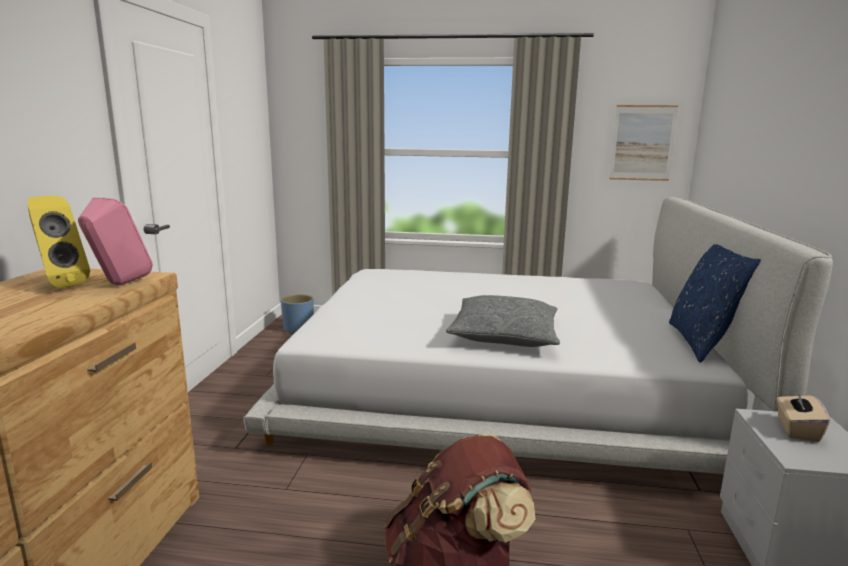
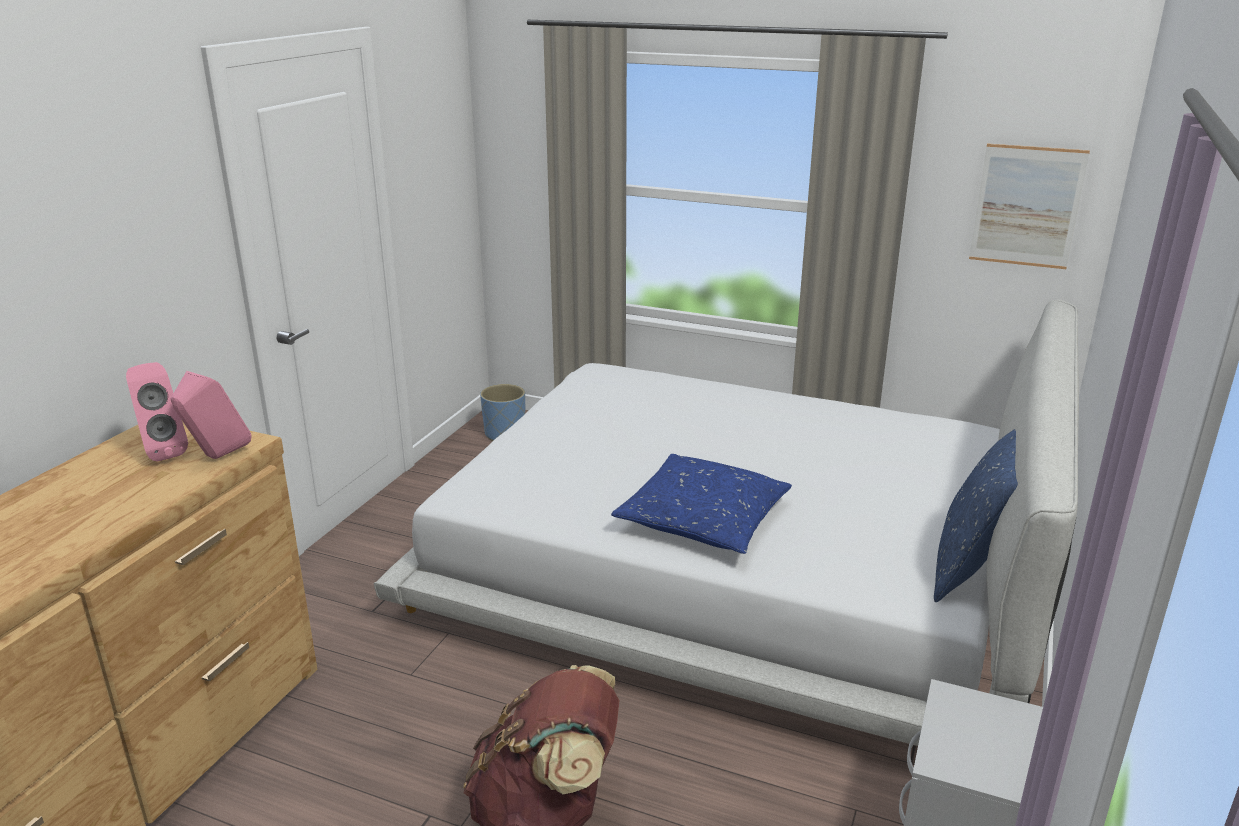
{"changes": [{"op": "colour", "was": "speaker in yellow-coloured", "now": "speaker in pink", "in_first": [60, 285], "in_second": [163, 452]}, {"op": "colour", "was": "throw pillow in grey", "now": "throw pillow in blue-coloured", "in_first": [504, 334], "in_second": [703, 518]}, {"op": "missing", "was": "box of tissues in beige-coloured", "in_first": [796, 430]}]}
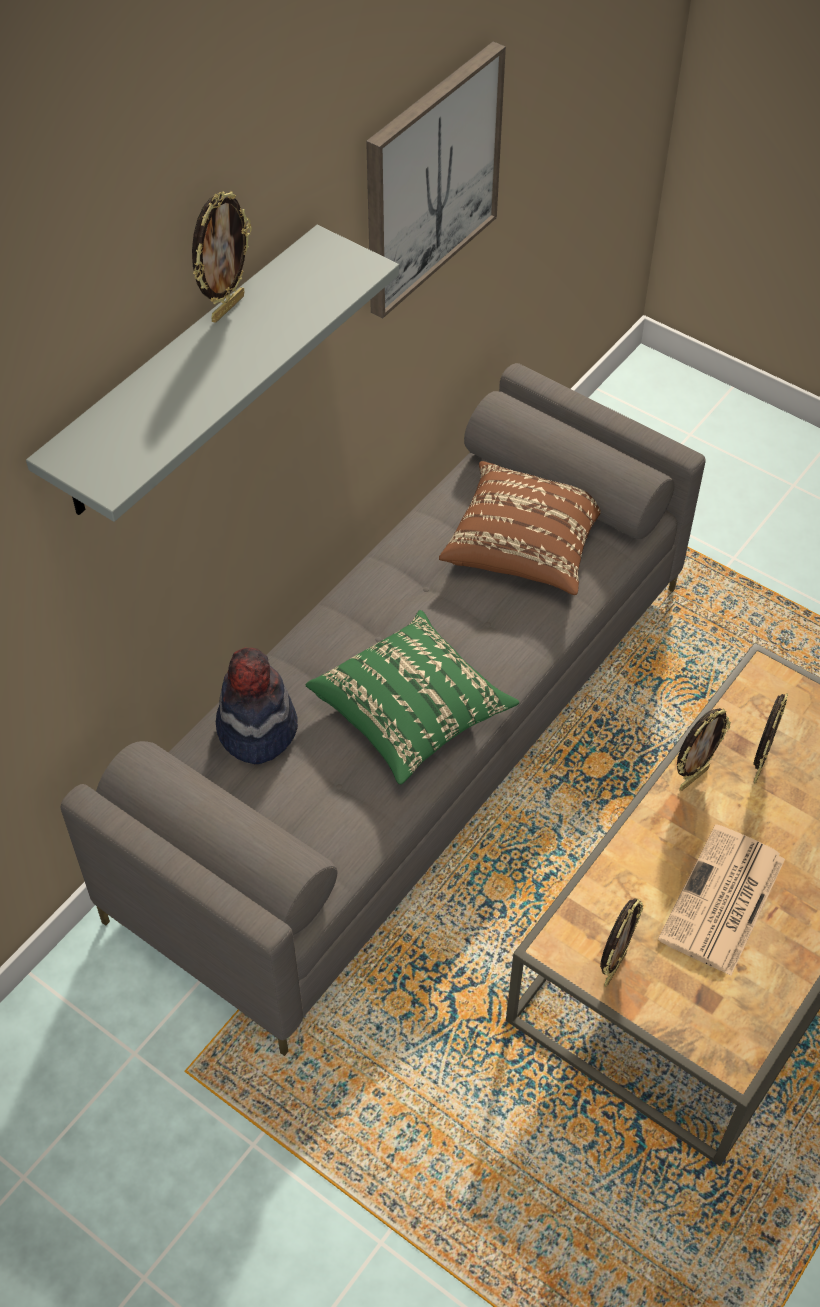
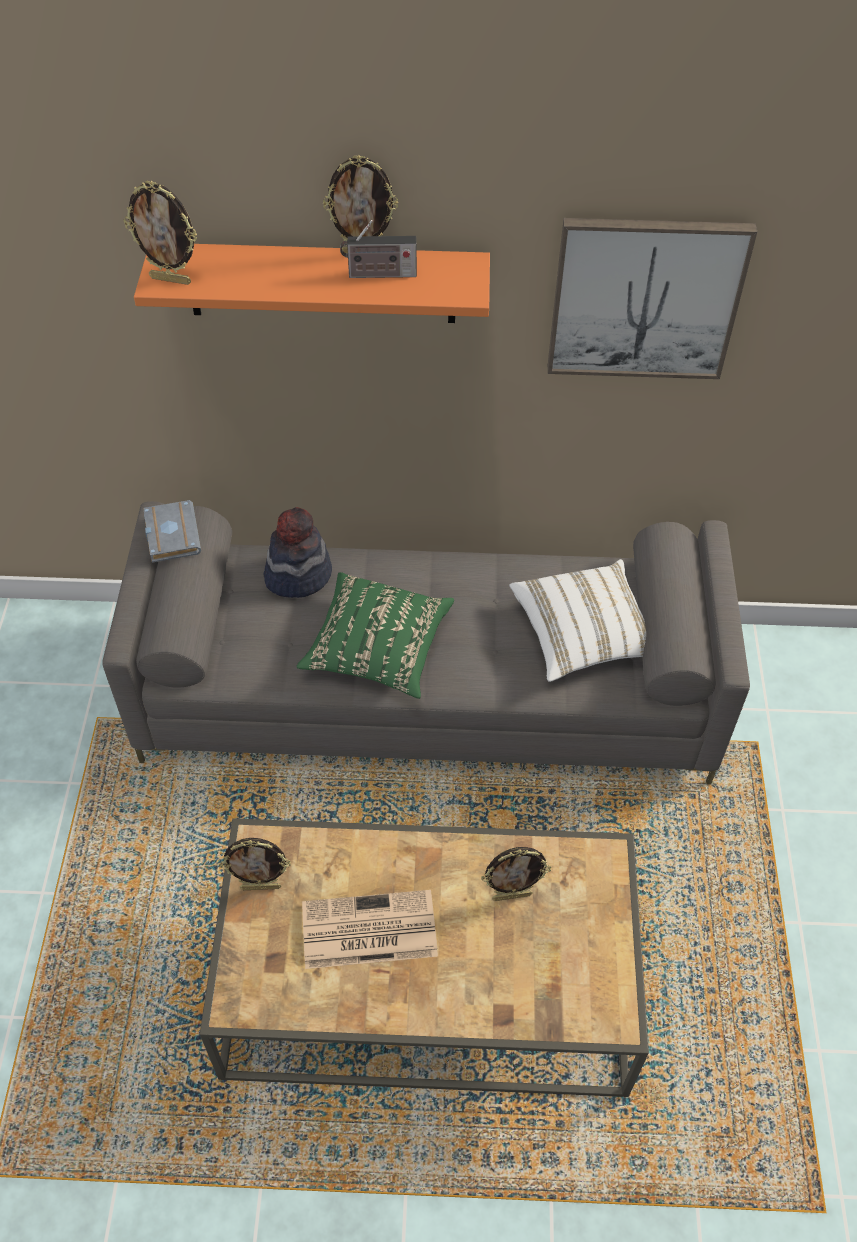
{"changes": [{"op": "relocated", "was": "standing frame", "in_first": [693, 777], "in_second": [171, 279]}, {"op": "colour", "was": "bracket shelf in grey", "now": "bracket shelf in orangey", "in_first": [186, 375], "in_second": [321, 283]}, {"op": "appeared", "now": "bound book in grey", "in_second": [170, 534]}, {"op": "appeared", "now": "radio receiver", "in_second": [379, 274]}, {"op": "colour", "was": "throw pillow in brown", "now": "throw pillow in whitish", "in_first": [525, 546], "in_second": [584, 634]}]}
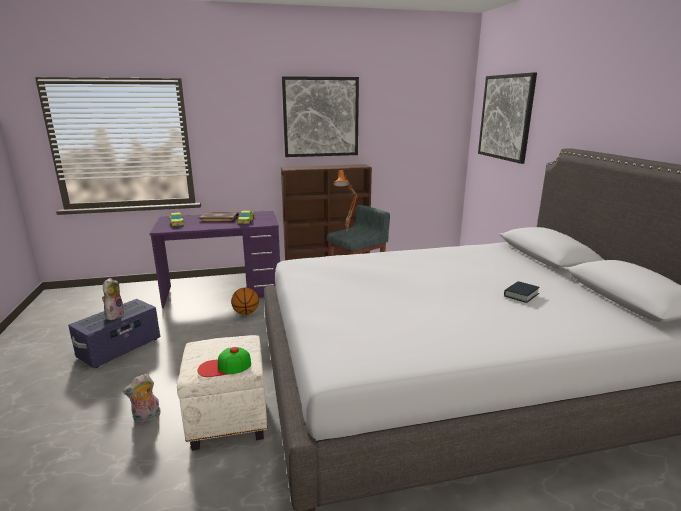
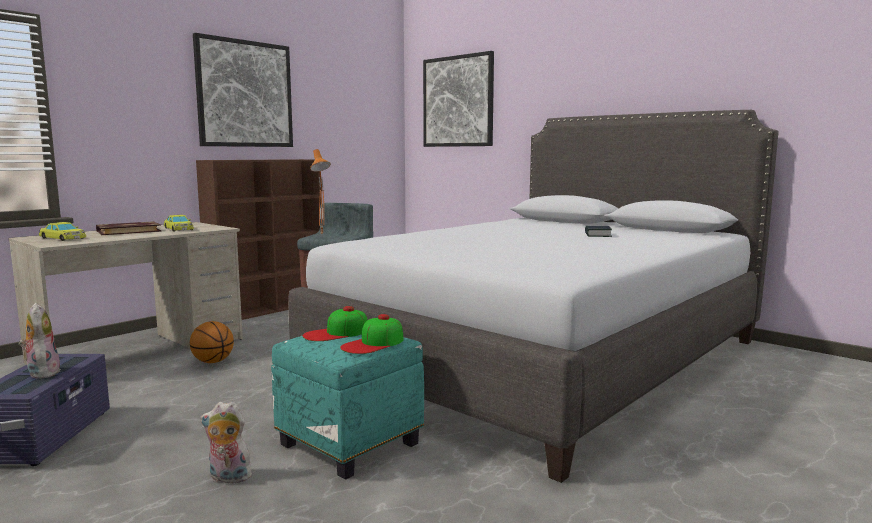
{"changes": [{"op": "colour", "was": "desk unit in purplish", "now": "desk unit in beige-coloured", "in_first": [224, 292], "in_second": [140, 351]}, {"op": "spun", "was": "plush toy", "in_first": [146, 418], "in_second": [228, 478], "clockwise": 75}, {"op": "colour", "was": "ottoman in whitish", "now": "ottoman in turquoise-coloured", "in_first": [229, 420], "in_second": [351, 444]}, {"op": "appeared", "now": "baseball cap", "in_second": [336, 333]}]}
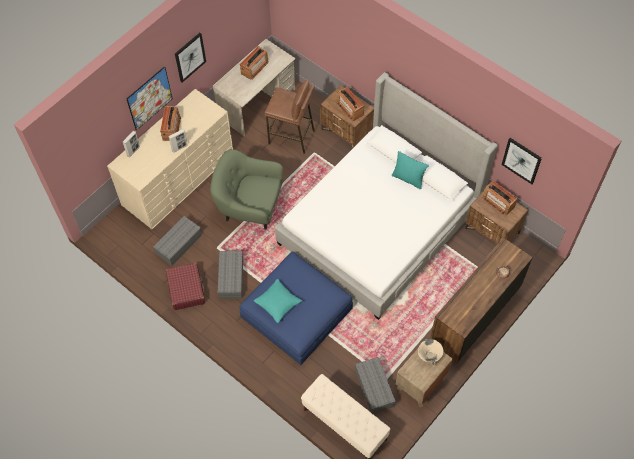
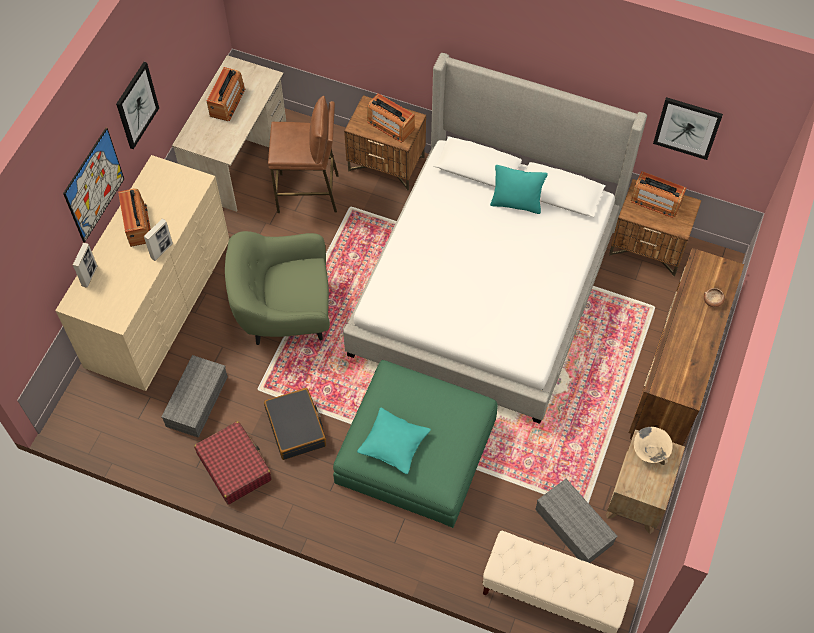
{"changes": [{"op": "exchanged", "was": "storage container in grey", "now": "suitcase in black", "in_first": [230, 277], "in_second": [296, 428]}, {"op": "colour", "was": "ottoman in blue-coloured", "now": "ottoman in green-coloured", "in_first": [296, 313], "in_second": [416, 451]}]}
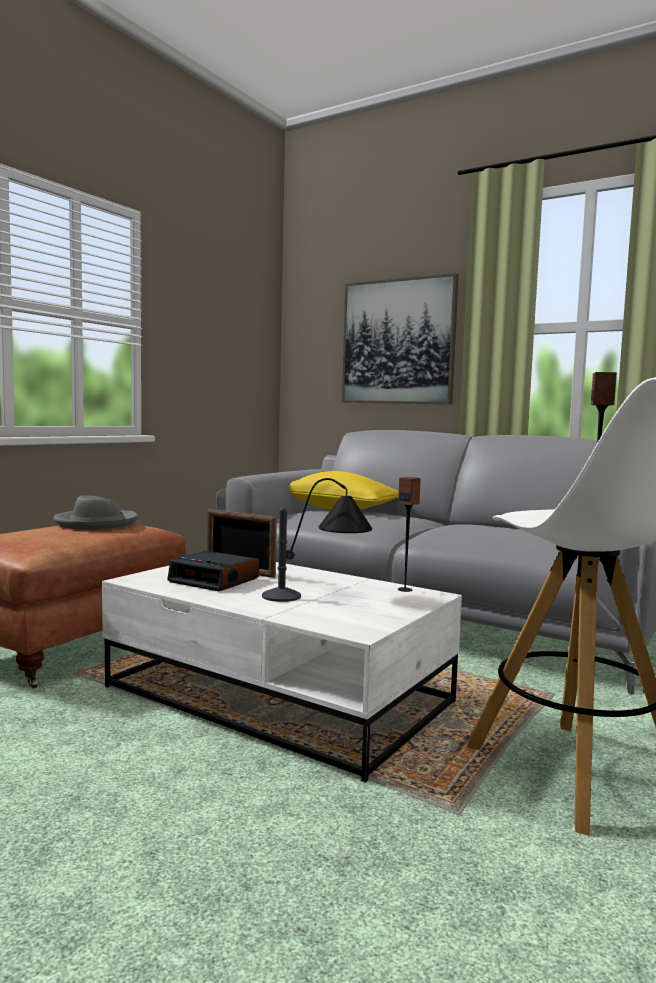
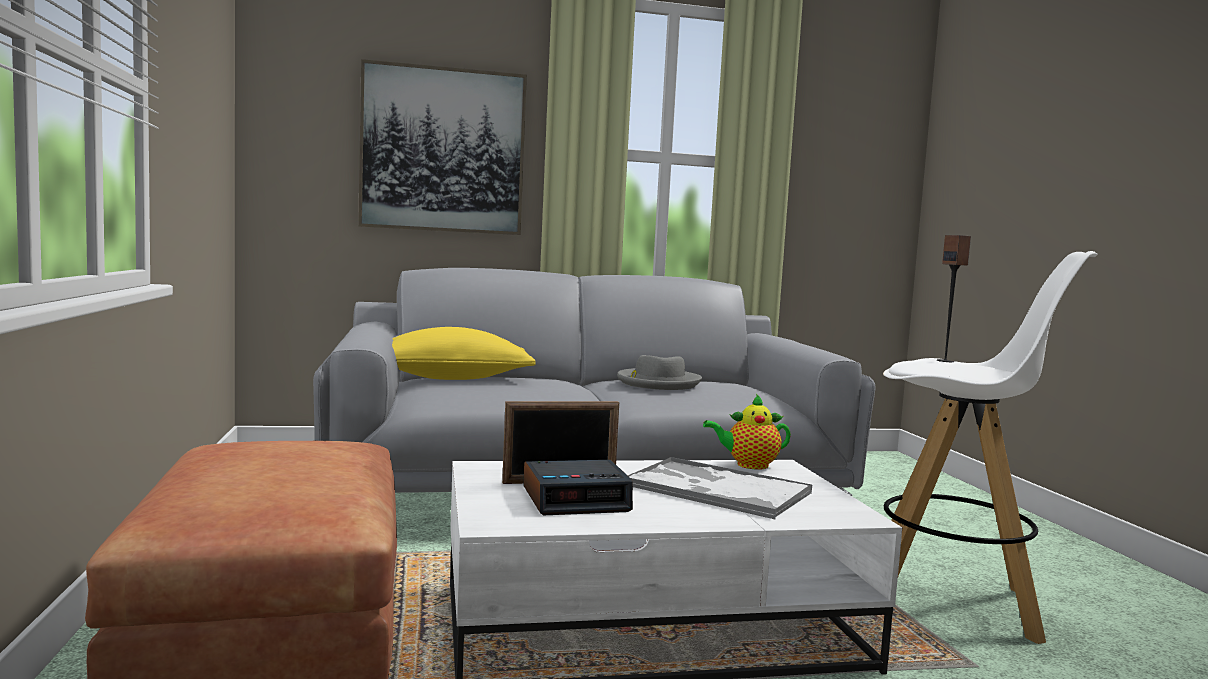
{"changes": [{"op": "relocated", "was": "hat in grey", "in_first": [96, 523], "in_second": [658, 383]}, {"op": "exchanged", "was": "lamp for a table", "now": "tray", "in_first": [320, 595], "in_second": [715, 489]}, {"op": "exchanged", "was": "speaker", "now": "pot for tea", "in_first": [405, 589], "in_second": [748, 465]}]}
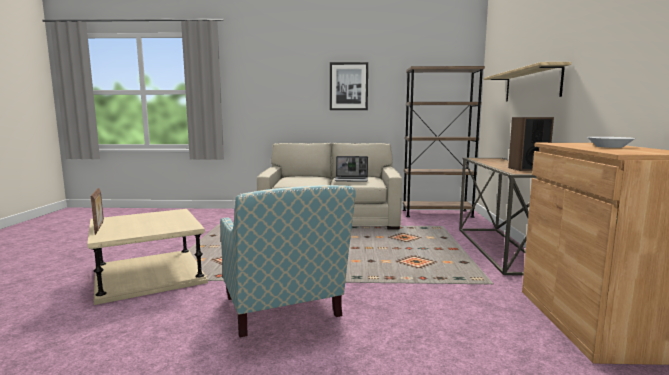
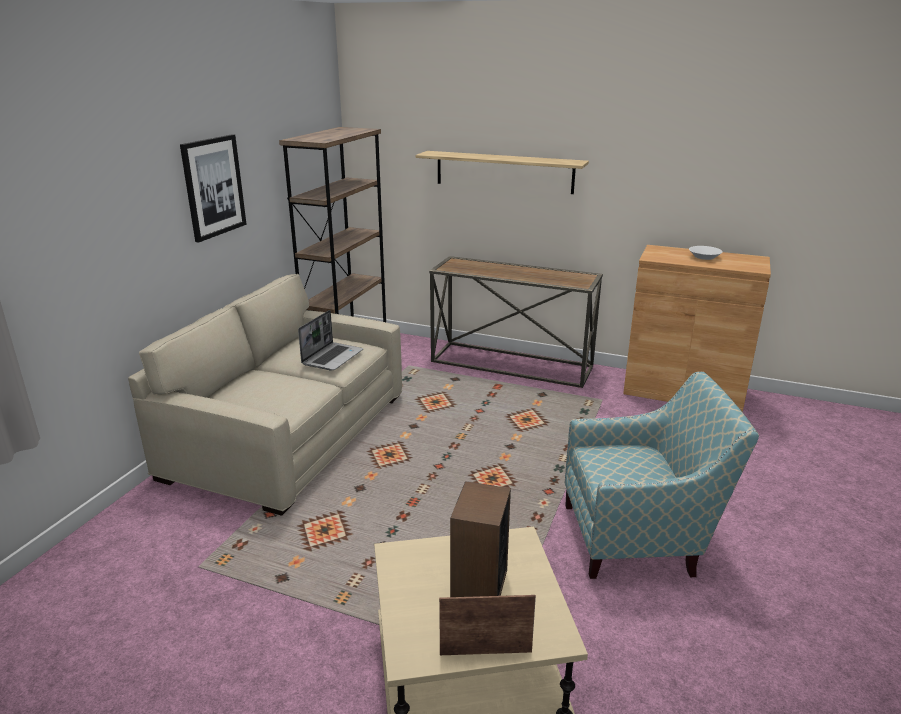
{"changes": [{"op": "relocated", "was": "speaker", "in_first": [527, 169], "in_second": [478, 586]}]}
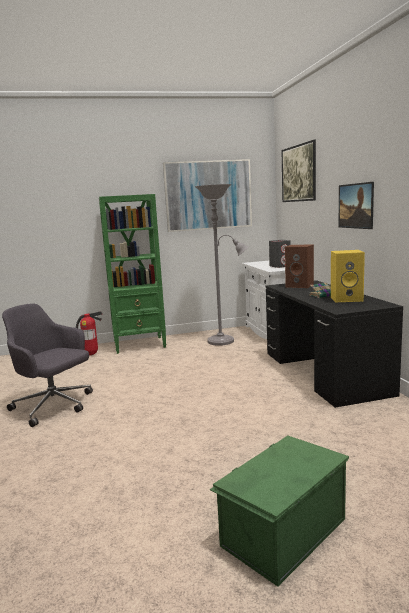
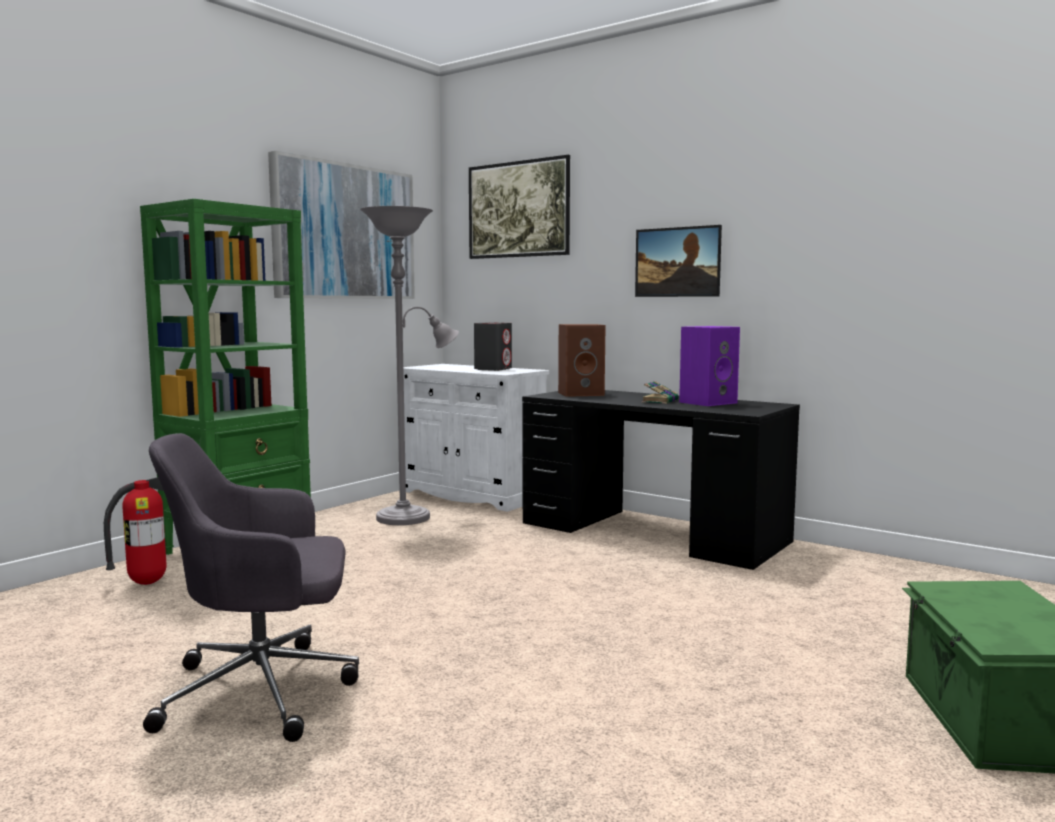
{"changes": [{"op": "colour", "was": "speaker in yellow-coloured", "now": "speaker in purplish", "in_first": [347, 299], "in_second": [708, 402]}]}
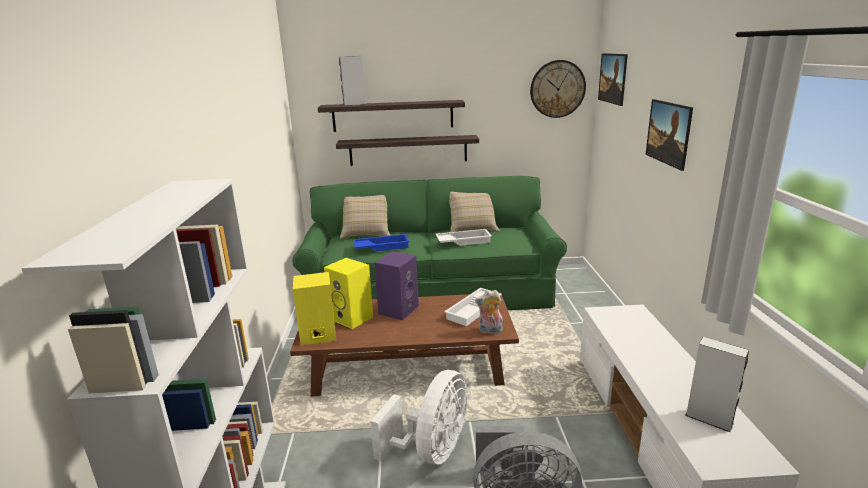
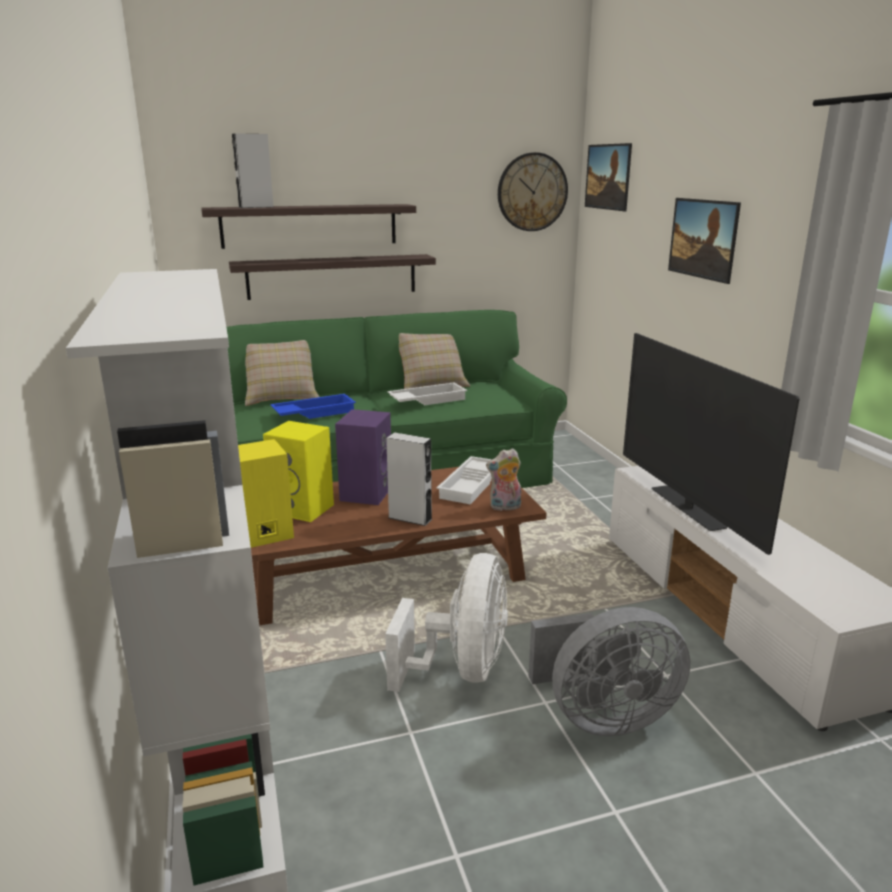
{"changes": [{"op": "relocated", "was": "speaker in grey", "in_first": [709, 419], "in_second": [410, 518]}, {"op": "appeared", "now": "TV set", "in_second": [687, 508]}]}
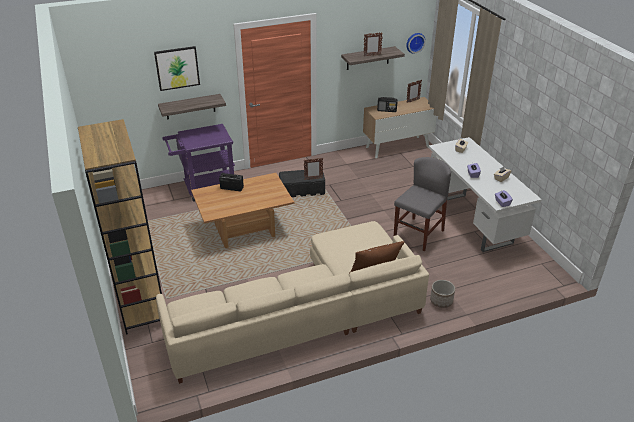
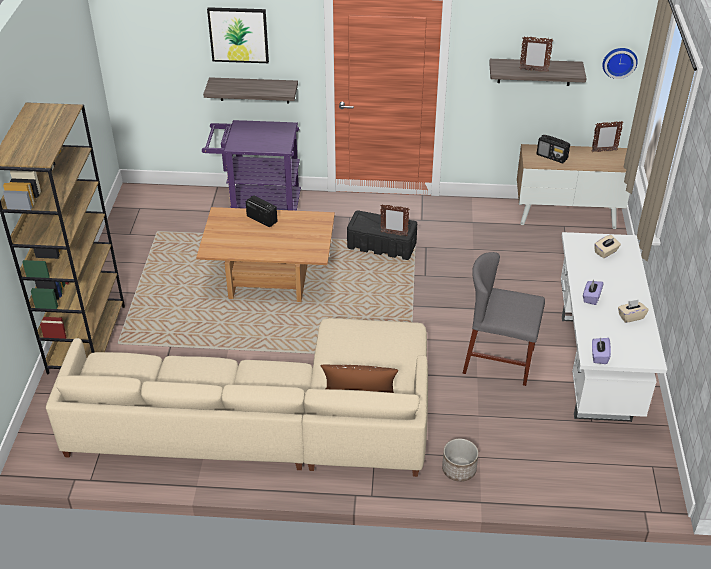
{"changes": [{"op": "spun", "was": "plain chair in grey", "in_first": [418, 234], "in_second": [499, 361], "clockwise": -135}]}
